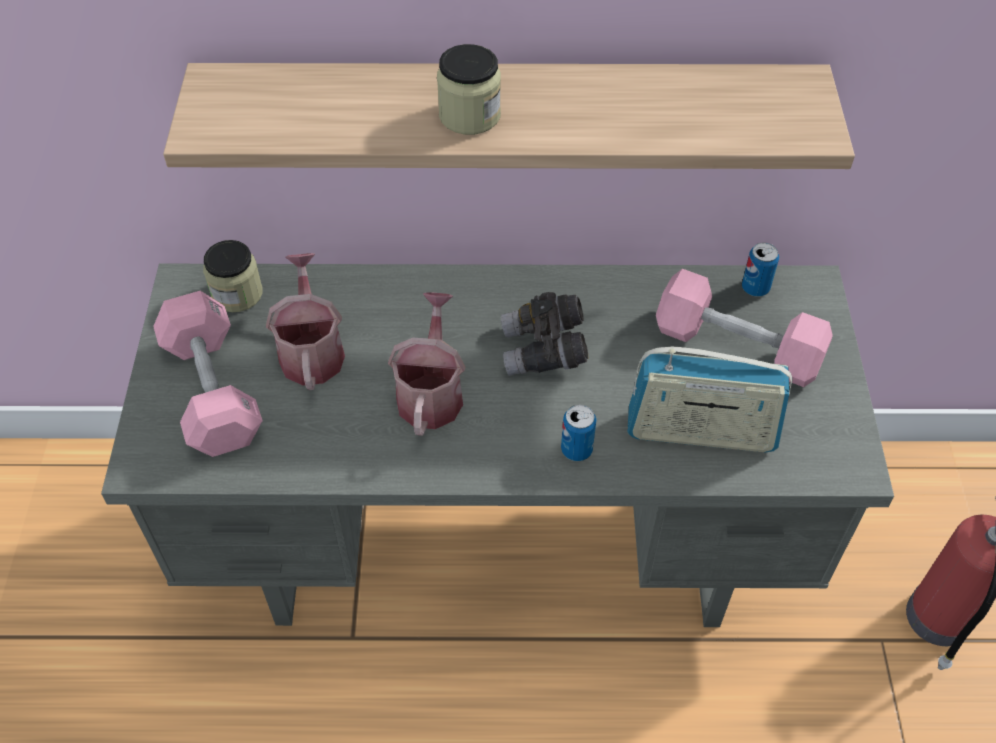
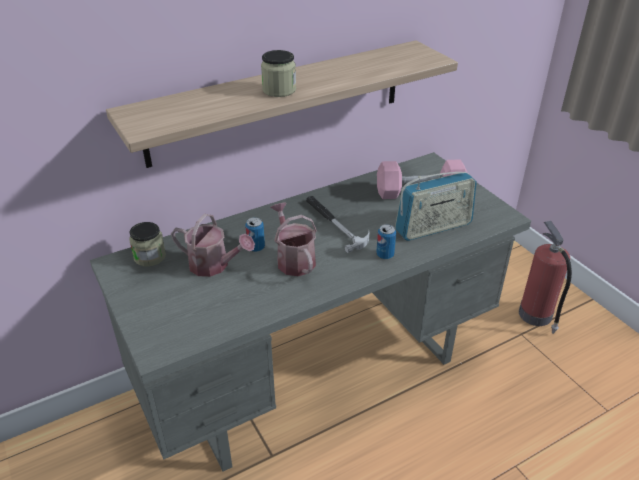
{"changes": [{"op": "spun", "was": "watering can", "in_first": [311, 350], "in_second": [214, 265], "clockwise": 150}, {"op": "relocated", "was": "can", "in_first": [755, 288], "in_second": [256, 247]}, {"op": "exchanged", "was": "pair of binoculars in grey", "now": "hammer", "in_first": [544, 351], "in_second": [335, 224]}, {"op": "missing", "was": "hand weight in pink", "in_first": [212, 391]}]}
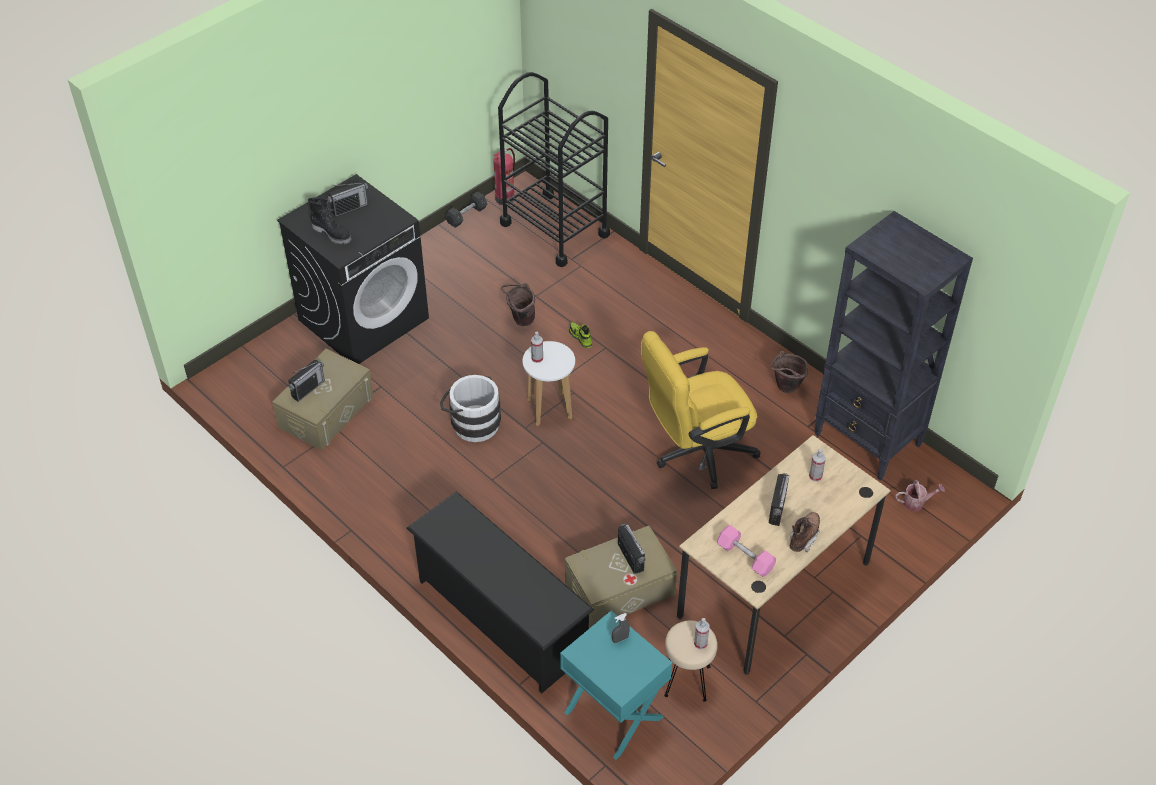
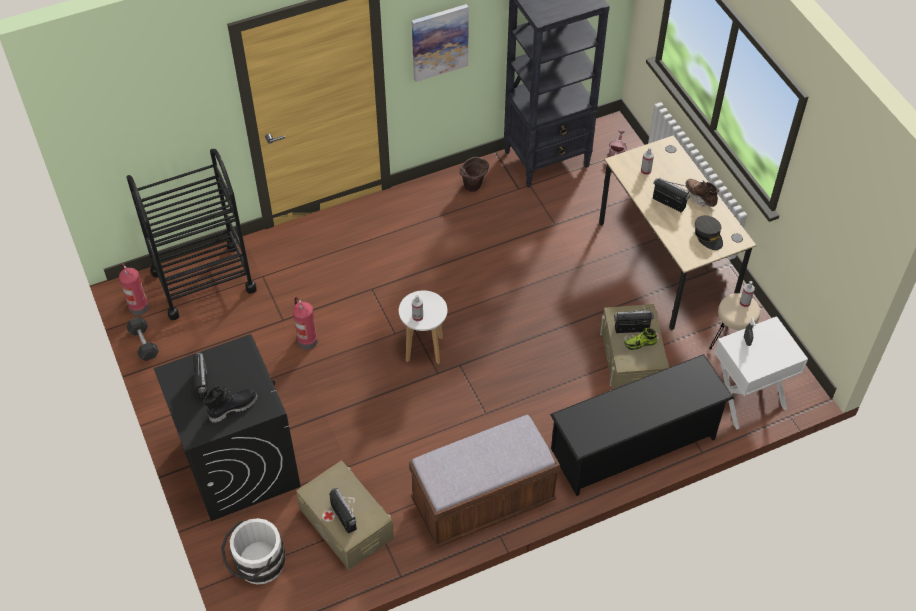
{"changes": [{"op": "relocated", "was": "pail in whitish", "in_first": [472, 422], "in_second": [256, 565]}, {"op": "exchanged", "was": "pail in brown", "now": "extinguisher", "in_first": [520, 320], "in_second": [306, 340]}, {"op": "appeared", "now": "bench in brown", "in_second": [483, 502]}, {"op": "appeared", "now": "wall picture", "in_second": [439, 42]}, {"op": "relocated", "was": "low shoe", "in_first": [580, 338], "in_second": [640, 343]}, {"op": "exchanged", "was": "hand weight in pink", "now": "baseball cap in grey", "in_first": [745, 557], "in_second": [708, 236]}, {"op": "colour", "was": "night table in turquoise-coloured", "now": "night table in whitish", "in_first": [613, 715], "in_second": [747, 398]}, {"op": "missing", "was": "office chair in yellow-coloured", "in_first": [695, 453]}]}
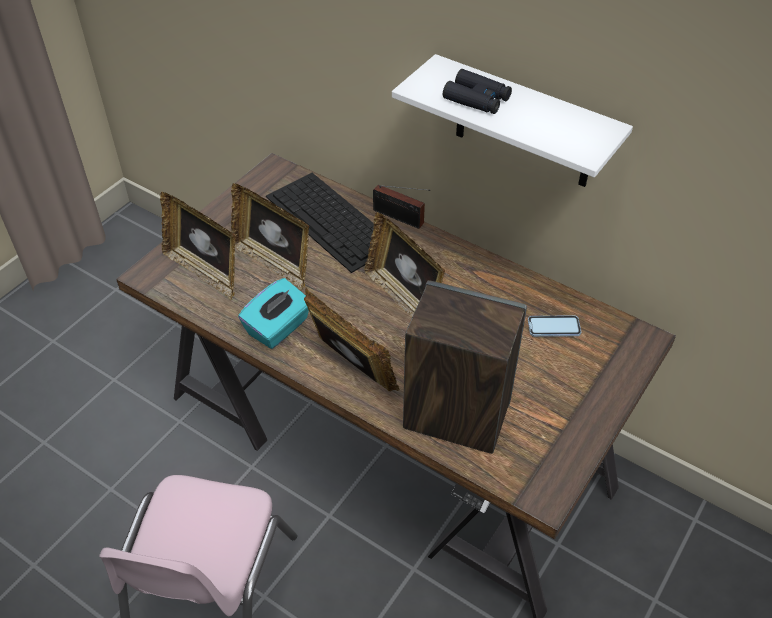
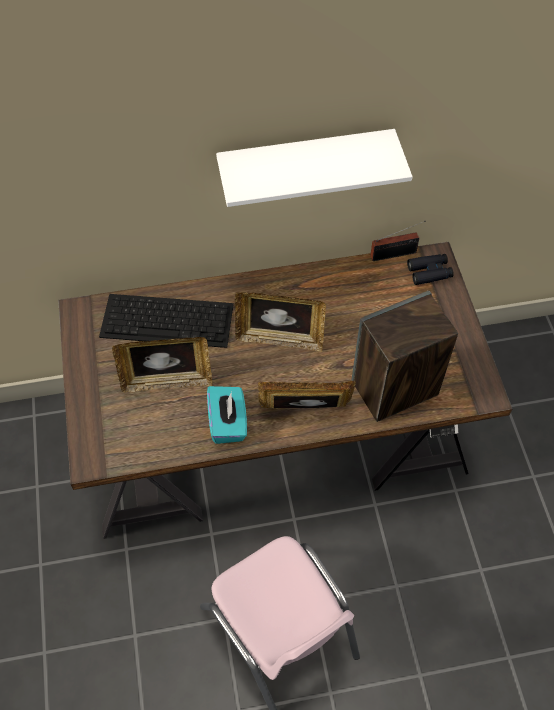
{"changes": [{"op": "relocated", "was": "radio receiver", "in_first": [400, 218], "in_second": [396, 254]}, {"op": "relocated", "was": "pair of binoculars in black", "in_first": [477, 99], "in_second": [429, 272]}, {"op": "missing", "was": "standing frame", "in_first": [205, 271]}, {"op": "missing", "was": "handset", "in_first": [554, 327]}]}
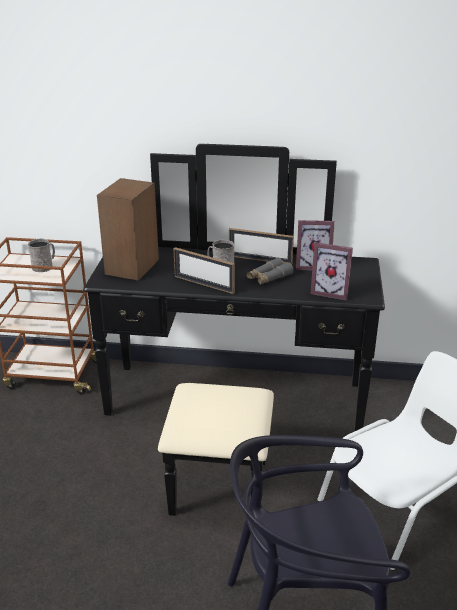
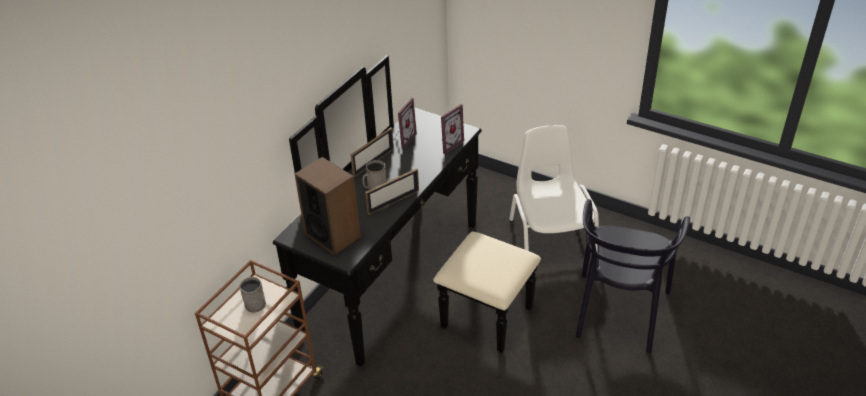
{"changes": [{"op": "missing", "was": "pair of binoculars in grey", "in_first": [269, 277]}]}
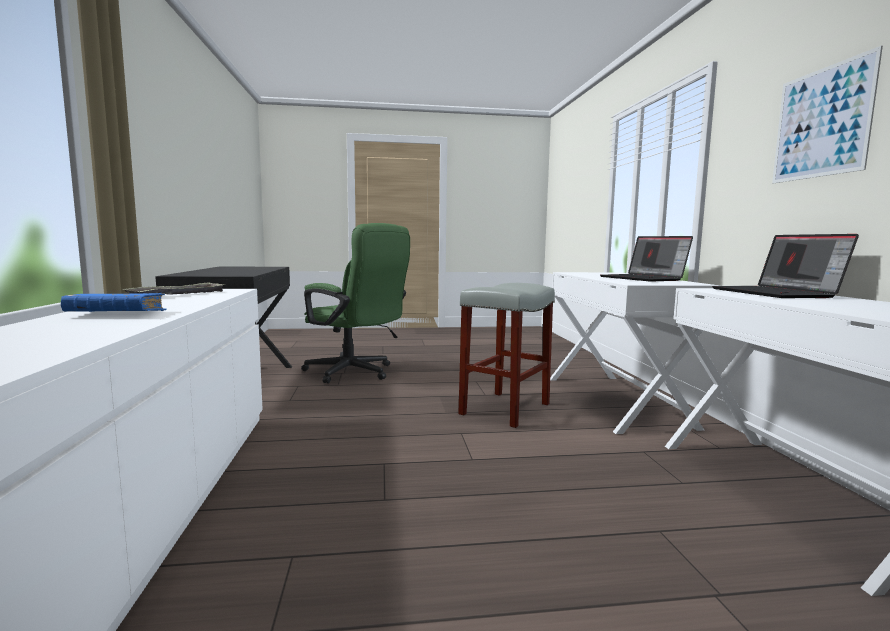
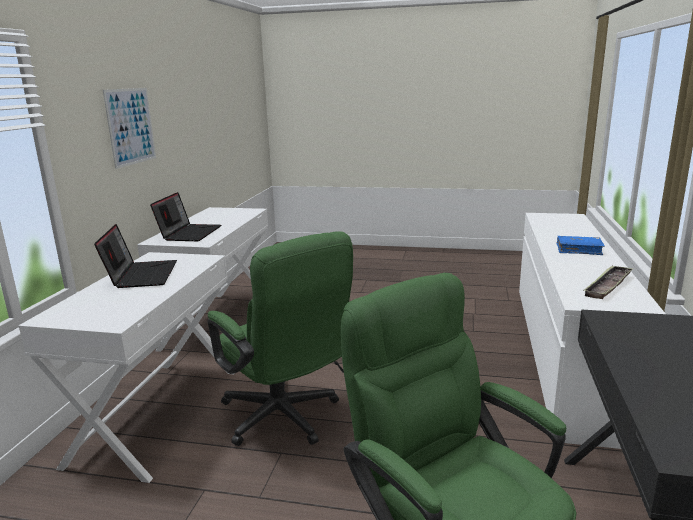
{"changes": [{"op": "exchanged", "was": "stool seat in grey", "now": "office chair in green-coloured", "in_first": [505, 408], "in_second": [285, 419]}]}
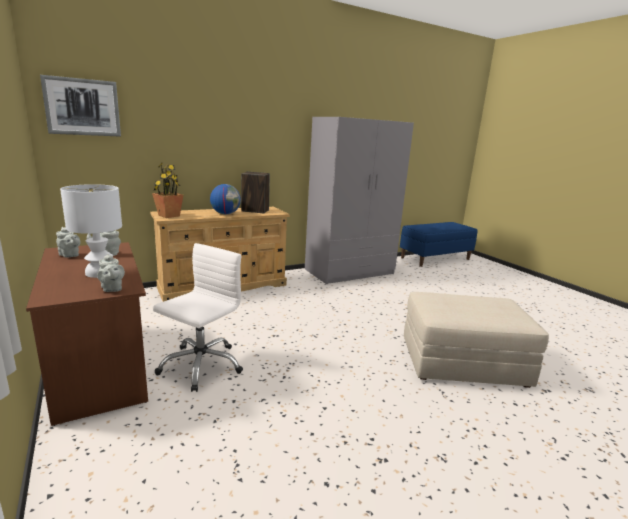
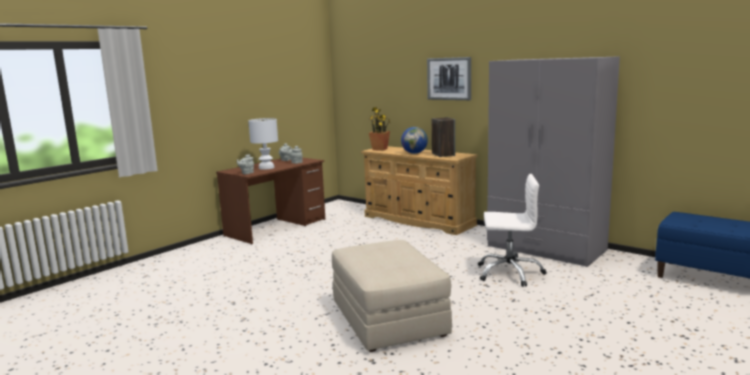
{"changes": [{"op": "relocated", "was": "wall picture", "in_first": [82, 107], "in_second": [449, 78]}, {"op": "relocated", "was": "office chair in whitish", "in_first": [201, 365], "in_second": [509, 273]}]}
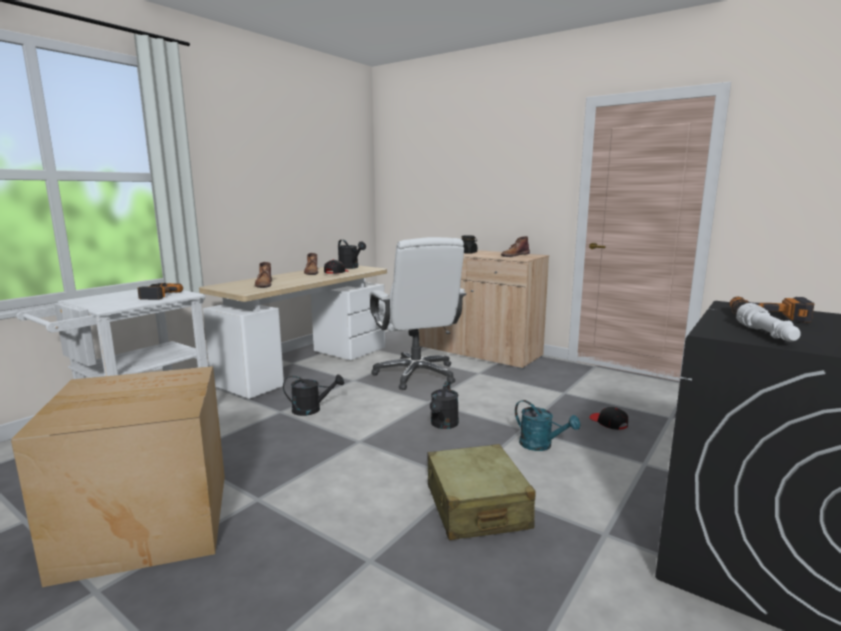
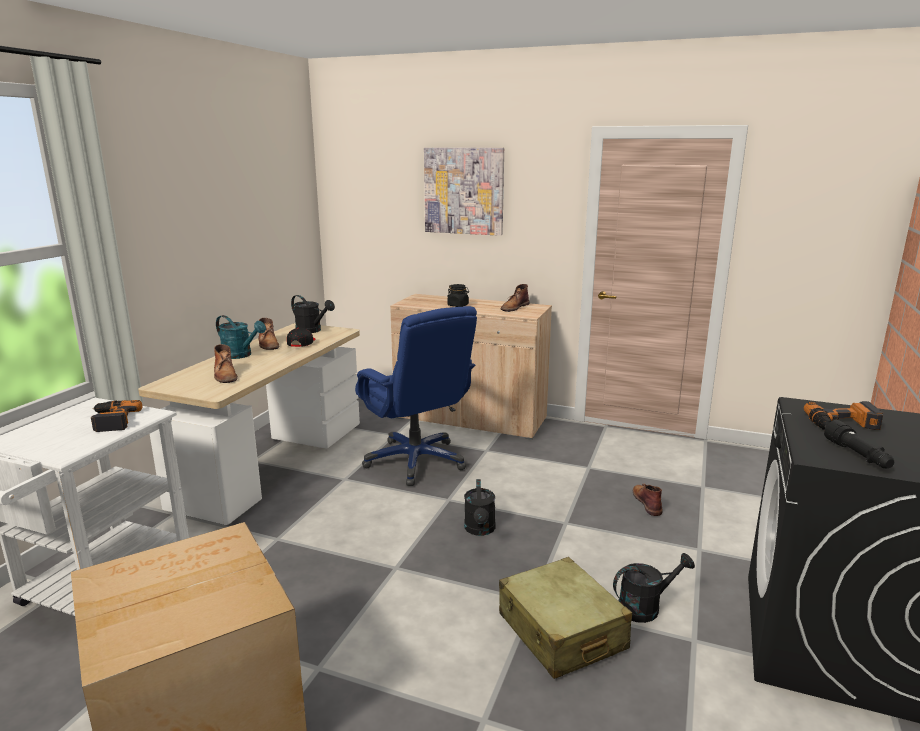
{"changes": [{"op": "relocated", "was": "watering can in turquoise-coloured", "in_first": [541, 445], "in_second": [241, 355]}, {"op": "colour", "was": "office chair in whitish", "now": "office chair in blue-coloured", "in_first": [416, 374], "in_second": [416, 461]}, {"op": "appeared", "now": "wall picture", "in_second": [464, 191]}, {"op": "relocated", "was": "watering can in black", "in_first": [312, 410], "in_second": [645, 607]}, {"op": "exchanged", "was": "baseball cap in black", "now": "tall boot in brown", "in_first": [608, 423], "in_second": [647, 502]}, {"op": "colour", "was": "flashlight in whitish", "now": "flashlight in black", "in_first": [767, 335], "in_second": [857, 455]}]}
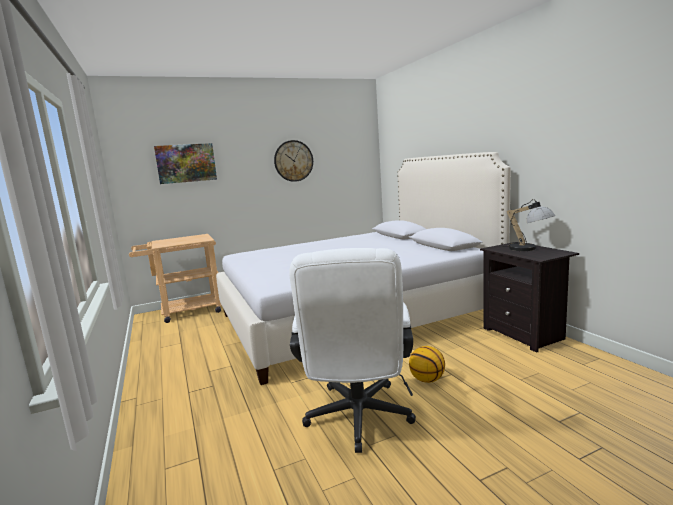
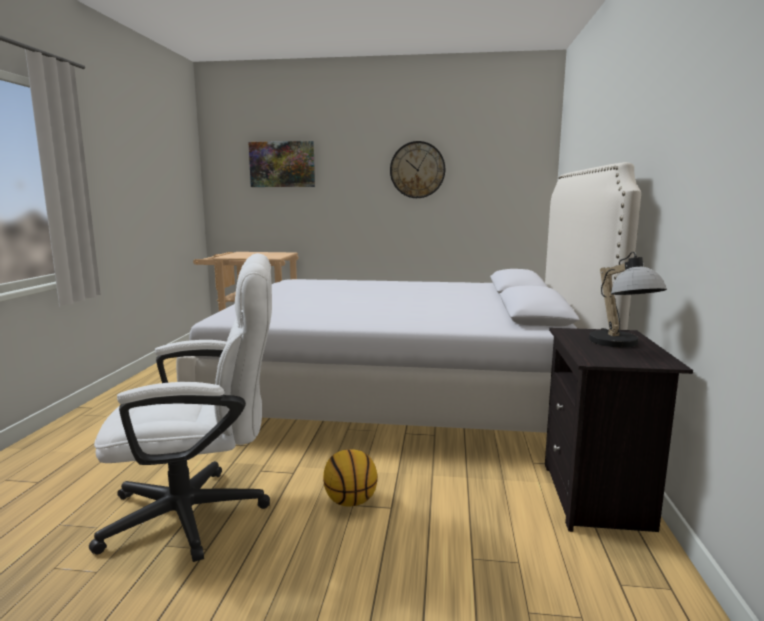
{"changes": [{"op": "spun", "was": "office chair in whitish", "in_first": [358, 421], "in_second": [201, 513], "clockwise": -135}]}
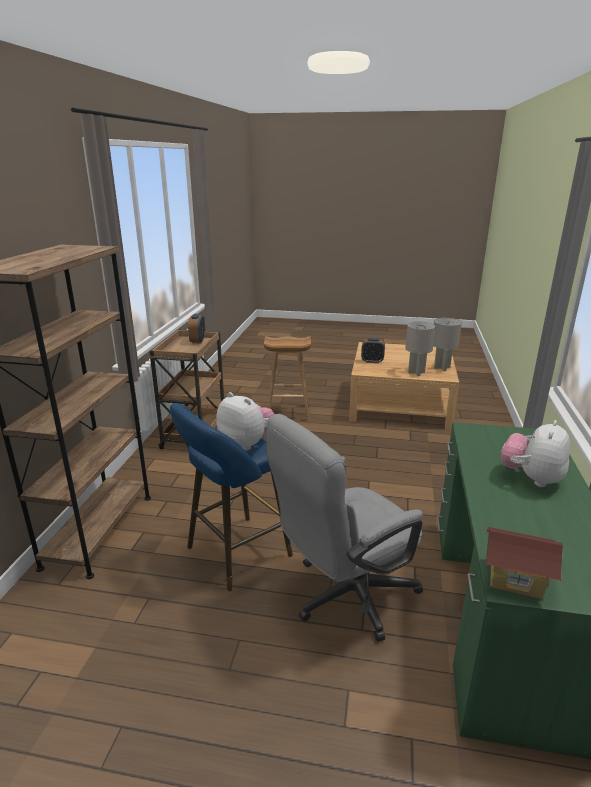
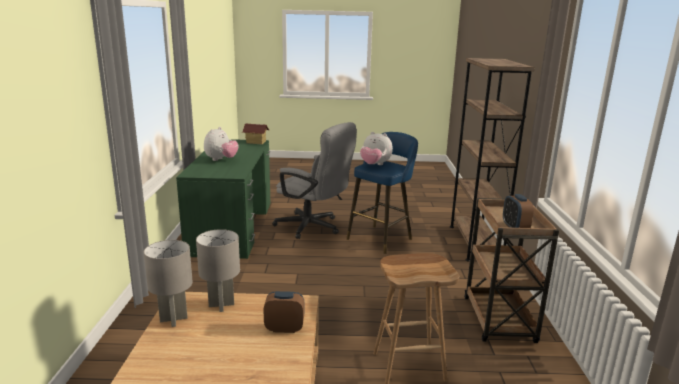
{"changes": [{"op": "spun", "was": "office chair in grey", "in_first": [344, 596], "in_second": [313, 227], "clockwise": 75}]}
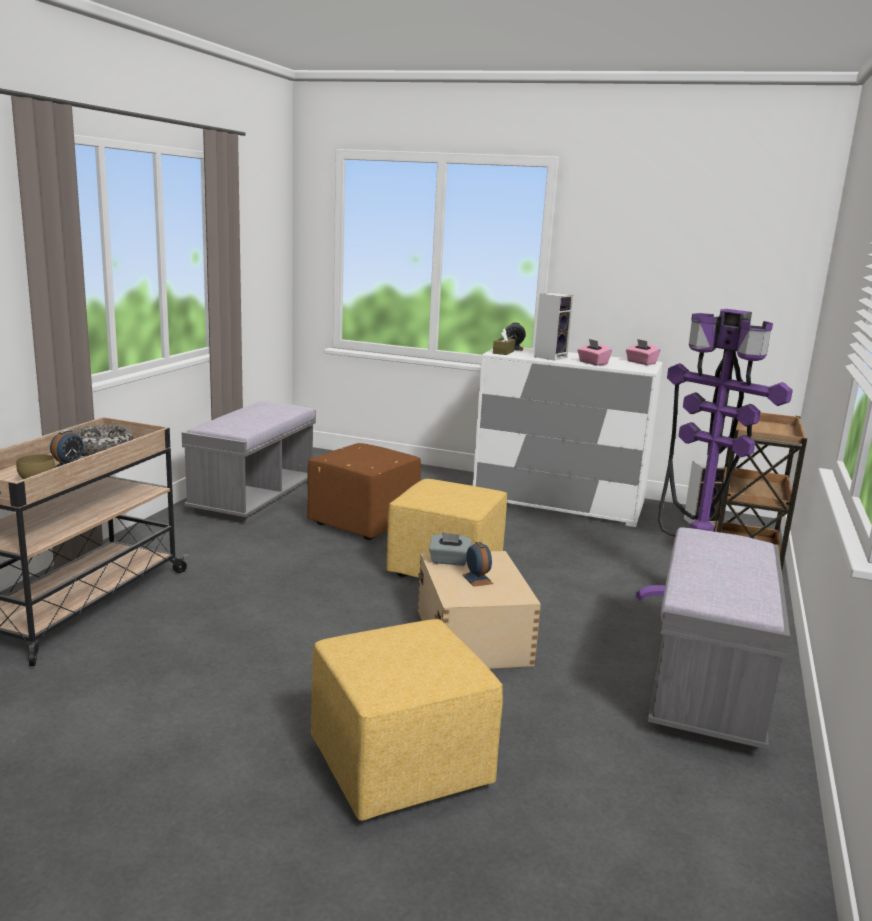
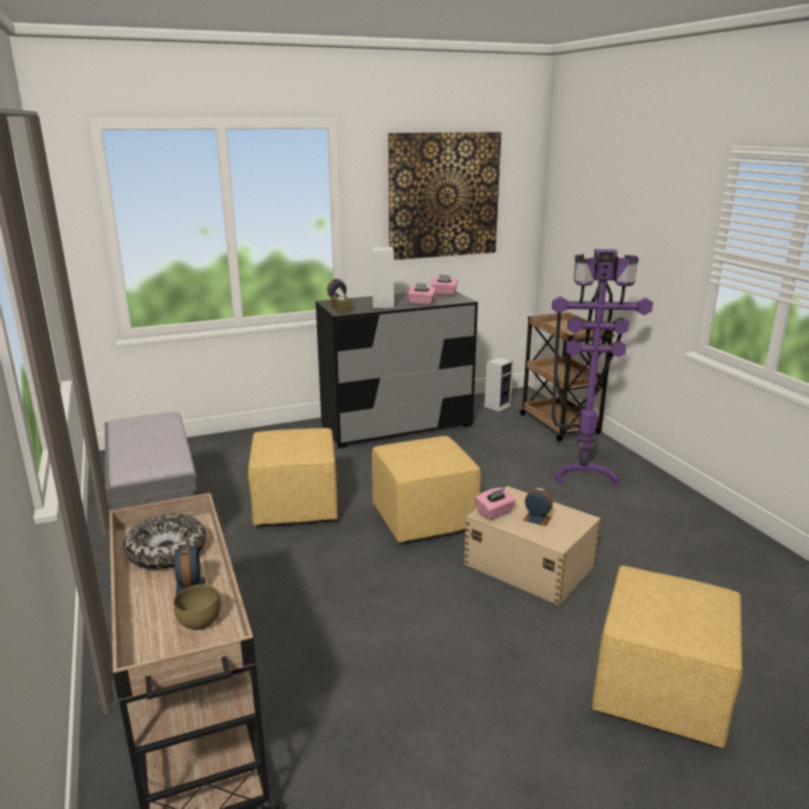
{"changes": [{"op": "colour", "was": "ottoman in brown", "now": "ottoman in yellow-coloured", "in_first": [362, 522], "in_second": [295, 507]}, {"op": "colour", "was": "dresser in whitish", "now": "dresser in black", "in_first": [558, 503], "in_second": [397, 426]}, {"op": "appeared", "now": "wall picture", "in_second": [443, 195]}, {"op": "colour", "was": "box of tissues in grey", "now": "box of tissues in pink", "in_first": [449, 561], "in_second": [495, 513]}, {"op": "missing", "was": "bench in grey", "in_first": [708, 689]}]}
